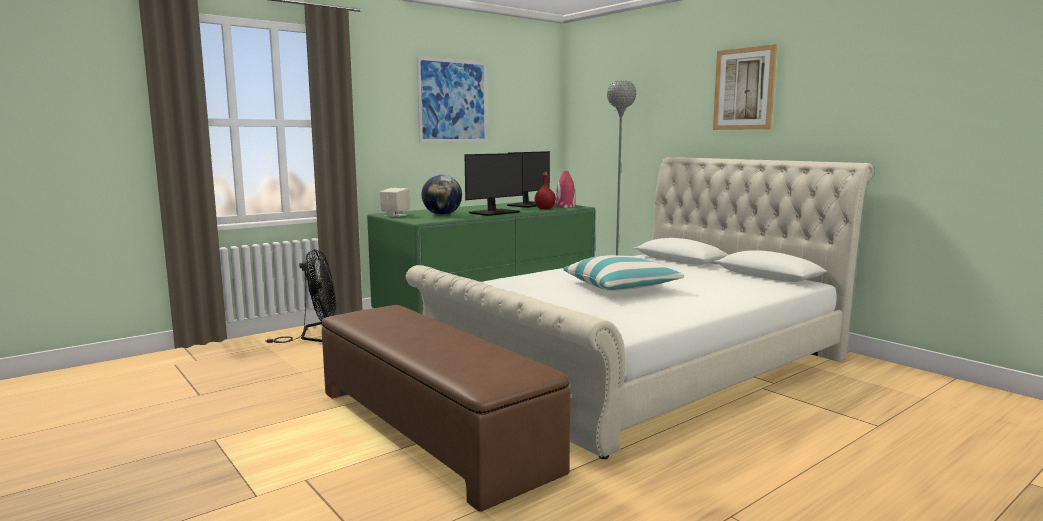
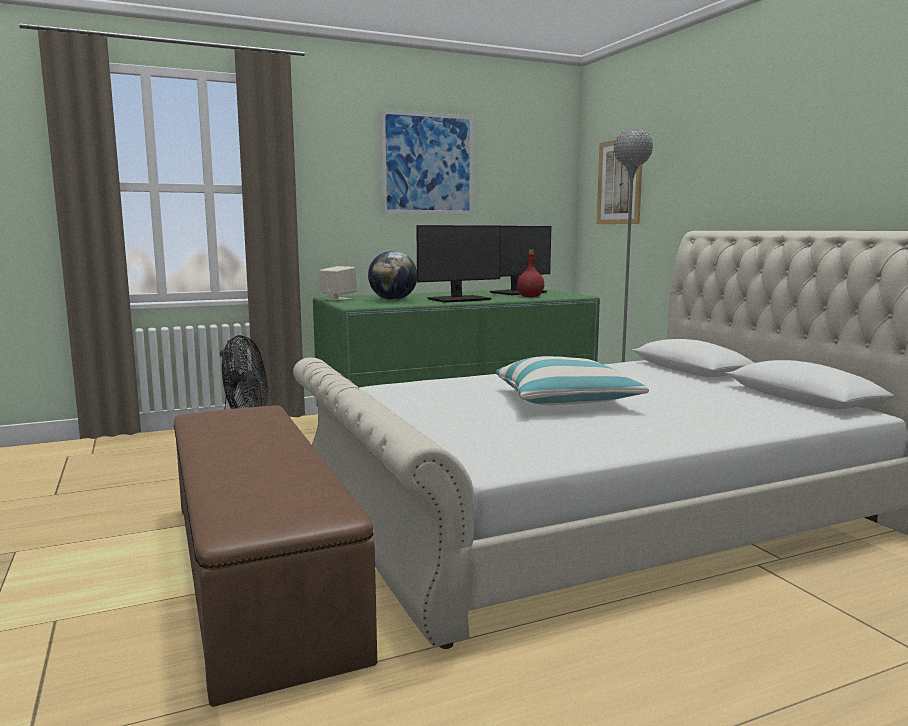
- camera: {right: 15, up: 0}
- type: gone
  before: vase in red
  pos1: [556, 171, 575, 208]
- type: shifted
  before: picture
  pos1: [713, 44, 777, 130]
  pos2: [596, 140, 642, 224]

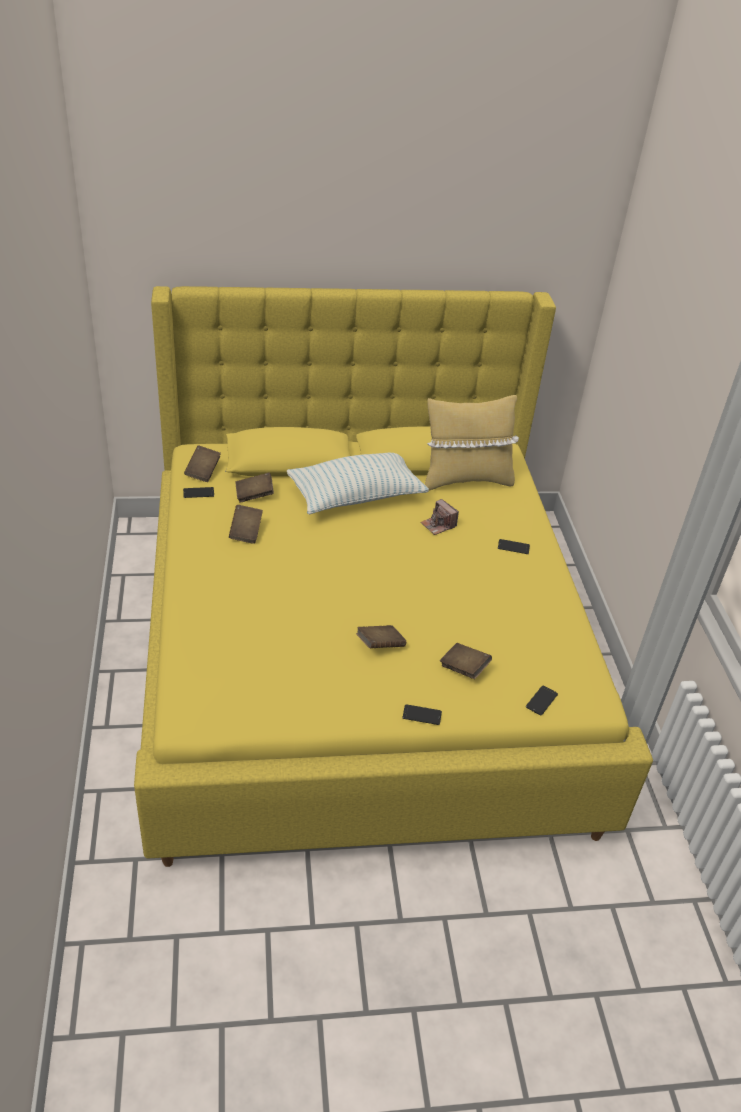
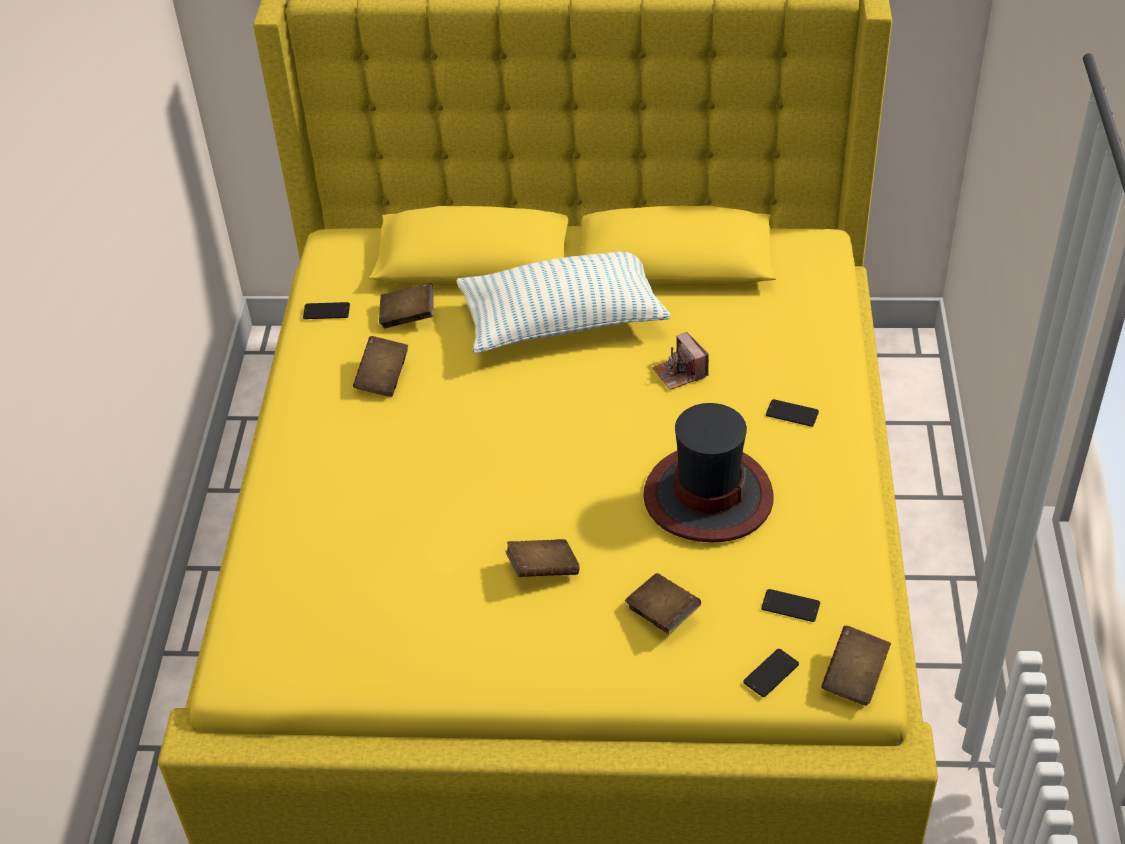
- camera: {right: 15, up: 5}
- type: shifted
  before: book in brown
  pos1: [184, 445, 221, 482]
  pos2: [821, 626, 891, 706]
- type: shifted
  before: phone
  pos1: [403, 704, 442, 725]
  pos2: [761, 589, 820, 622]
- type: gone
  before: pillow in yellow
  pos1: [425, 395, 519, 490]
- type: new
  after: hat
  pos2: [643, 403, 774, 542]

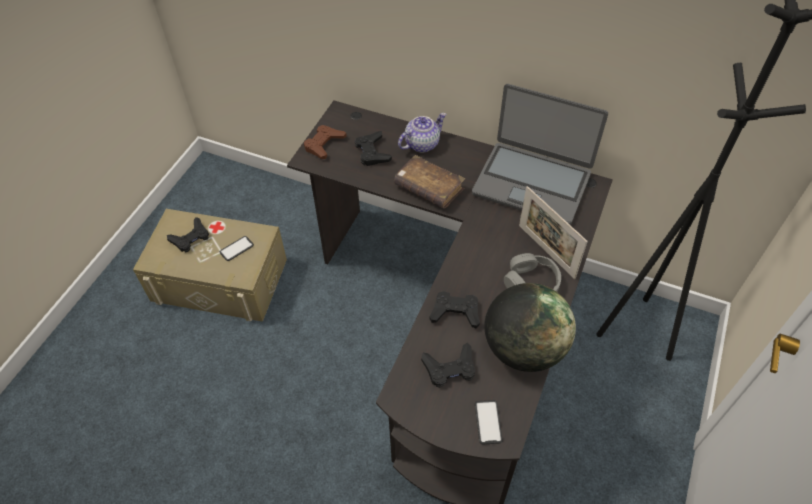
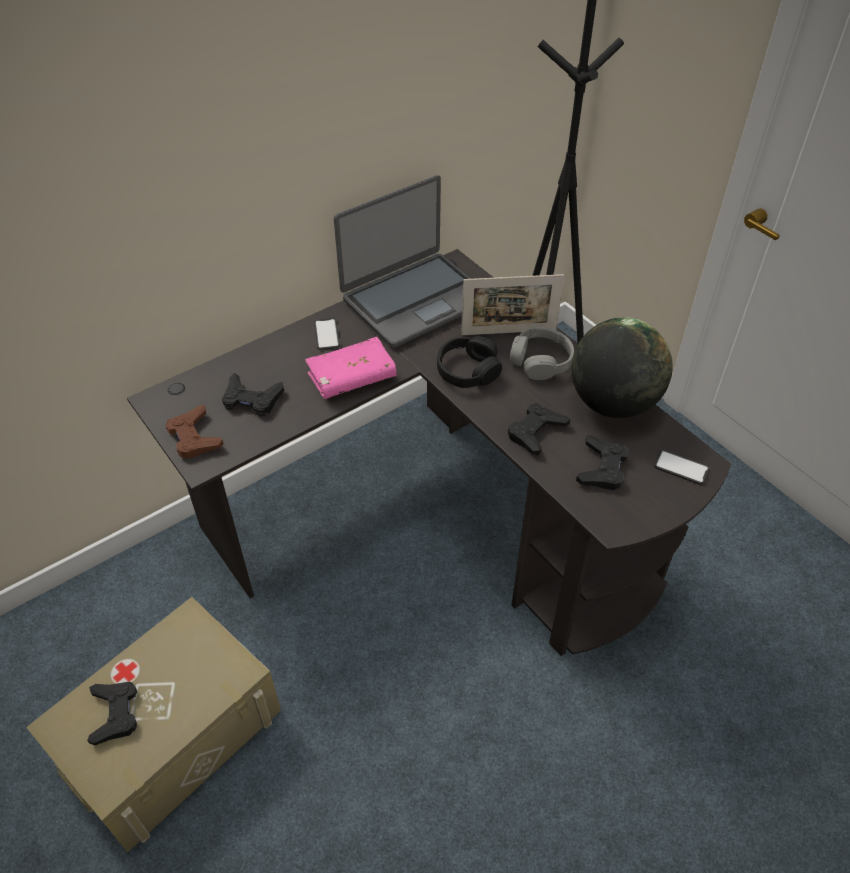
- camera: {right: -60, up: -5}
- type: shifted
  before: phone
  pos1: [220, 236, 254, 261]
  pos2: [314, 318, 340, 350]
- type: repainted
  before: book in brown
  after: book in pink
  pos1: [394, 155, 465, 208]
  pos2: [305, 337, 396, 399]
- type: gone
  before: teapot
  pos1: [398, 113, 446, 153]
- type: new
  after: headphones in black
  pos2: [437, 336, 502, 388]

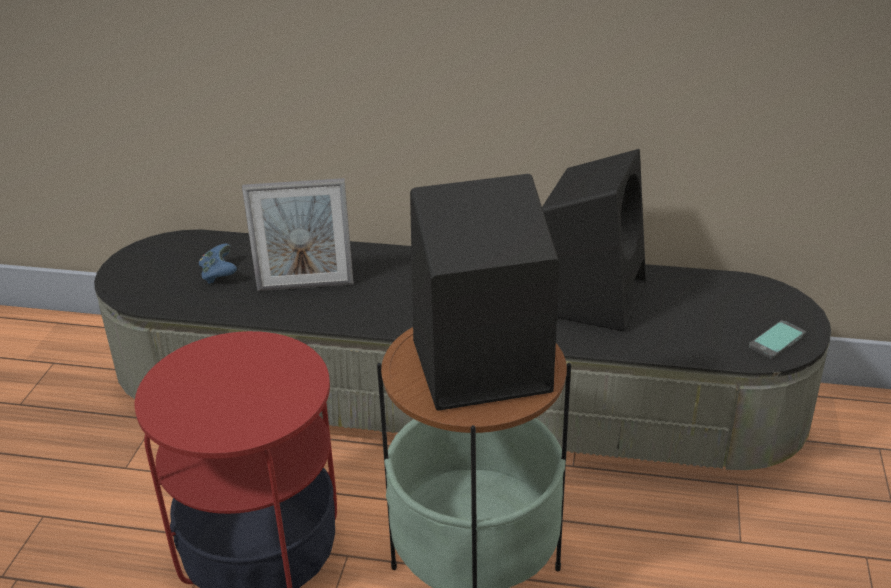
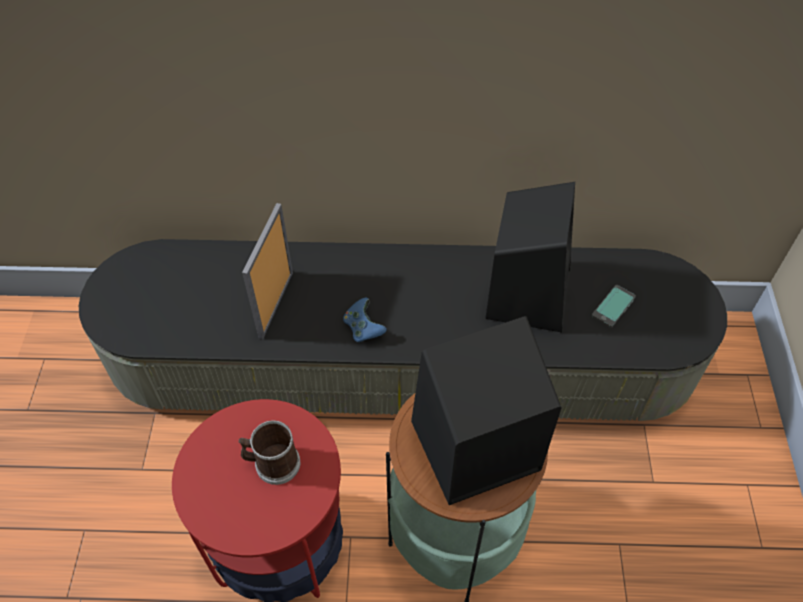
- camera: {right: -10, up: 20}
- type: shifted
  before: game controller in blue
  pos1: [199, 243, 237, 284]
  pos2: [343, 298, 387, 342]
- type: rotated
  before: picture frame
  pos1: [242, 178, 354, 291]
  pos2: [242, 203, 293, 339]
  turn: 120
- type: shifted
  before: phone
  pos1: [749, 320, 806, 359]
  pos2: [592, 285, 636, 328]
- type: new
  after: mug
  pos2: [239, 420, 300, 485]

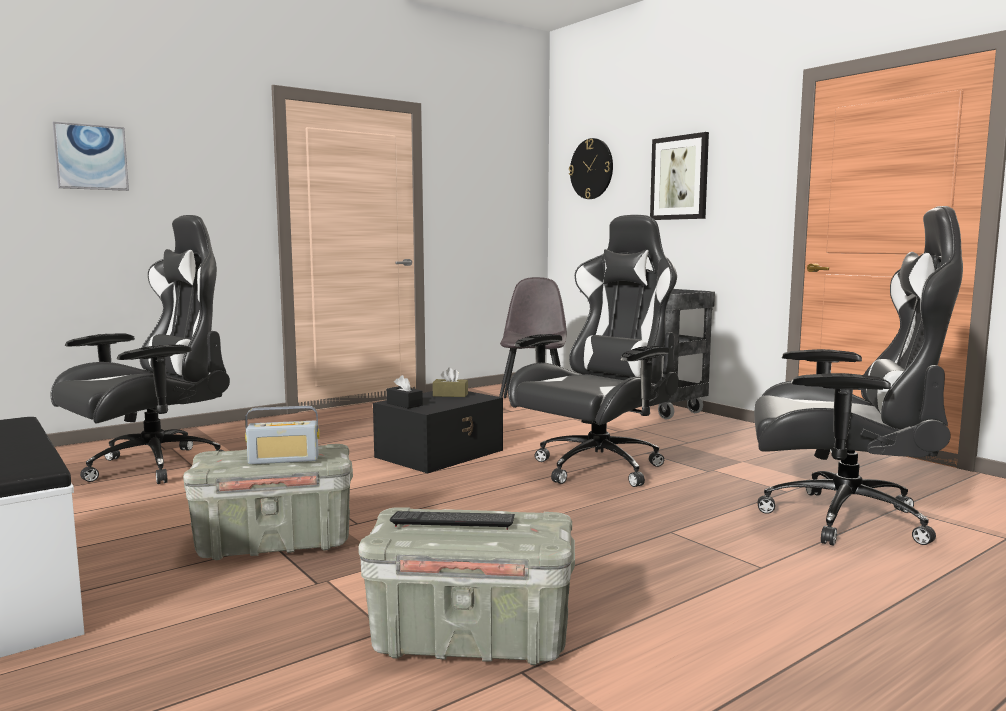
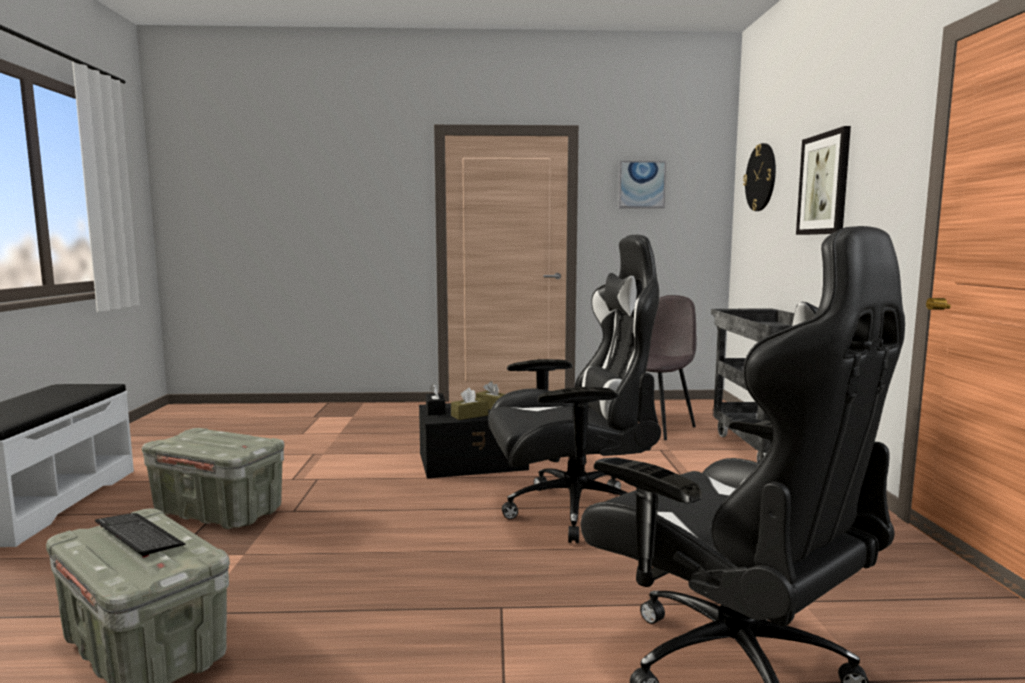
- camera: {right: 35, up: 0}
- type: gone
  before: office chair in black
  pos1: [50, 215, 230, 484]
- type: shifted
  before: picture
  pos1: [52, 122, 129, 191]
  pos2: [619, 161, 666, 208]
- type: gone
  before: radio
  pos1: [245, 406, 320, 464]
- type: new
  after: tissue box in brown
  pos2: [451, 388, 488, 420]

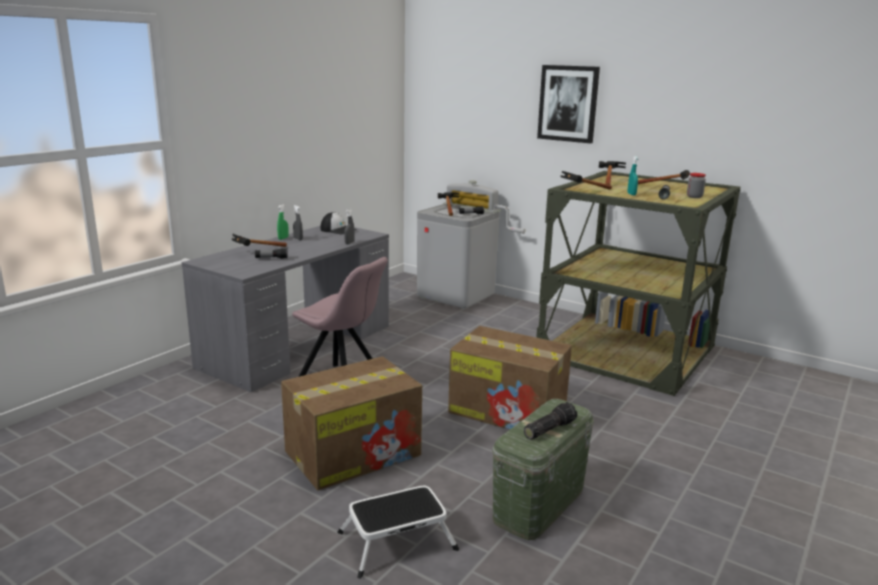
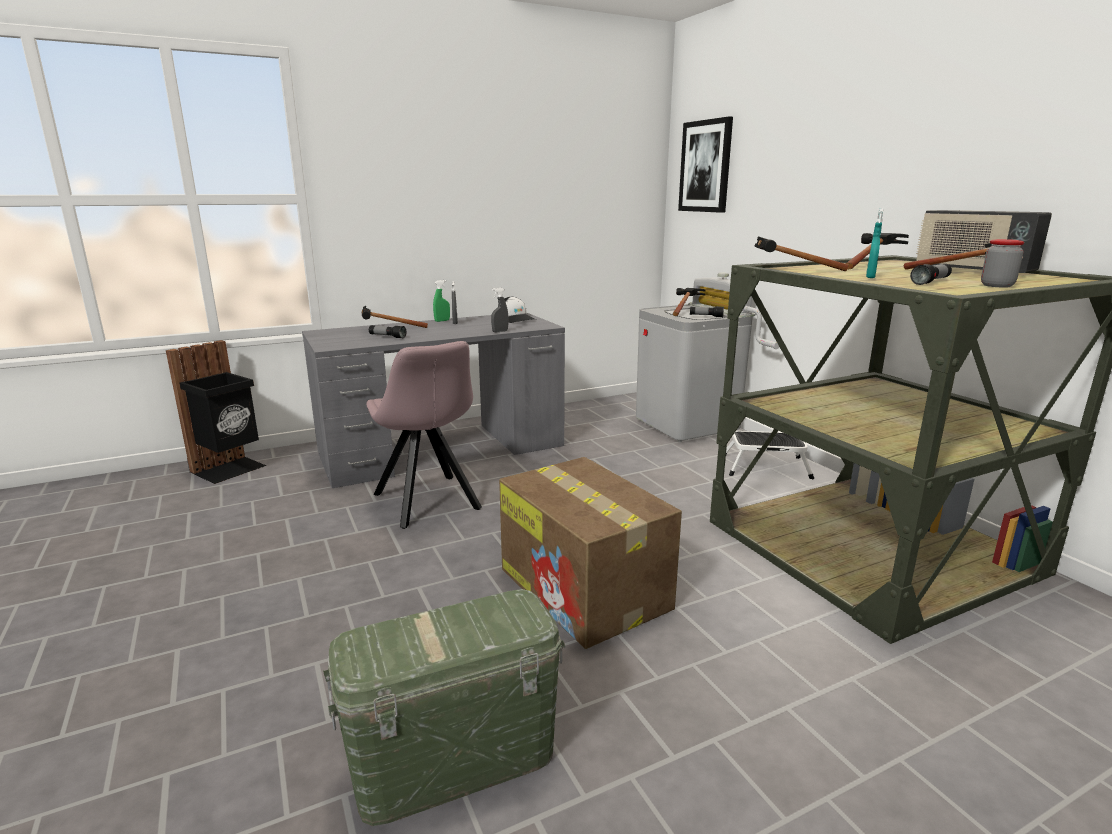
- camera: {right: 30, up: 0}
- type: gone
  before: cardboard box
  pos1: [281, 356, 422, 490]
- type: shifted
  before: step ladder in black
  pos1: [337, 486, 459, 579]
  pos2: [726, 431, 814, 479]
- type: gone
  before: flashlight
  pos1: [524, 402, 577, 440]
- type: shifted
  before: picture
  pos1: [537, 65, 600, 144]
  pos2: [678, 116, 733, 213]
- type: new
  after: trash can in black
  pos2: [166, 340, 266, 484]
- type: new
  after: radio
  pos2: [916, 210, 1052, 273]

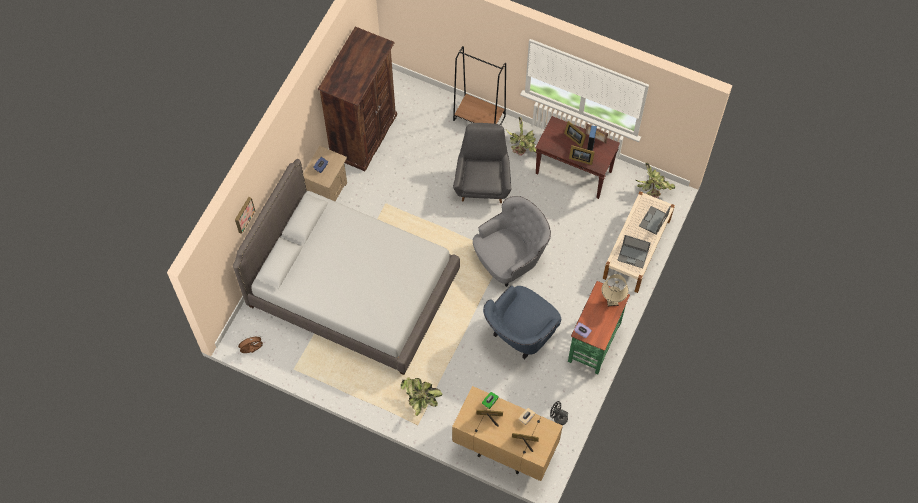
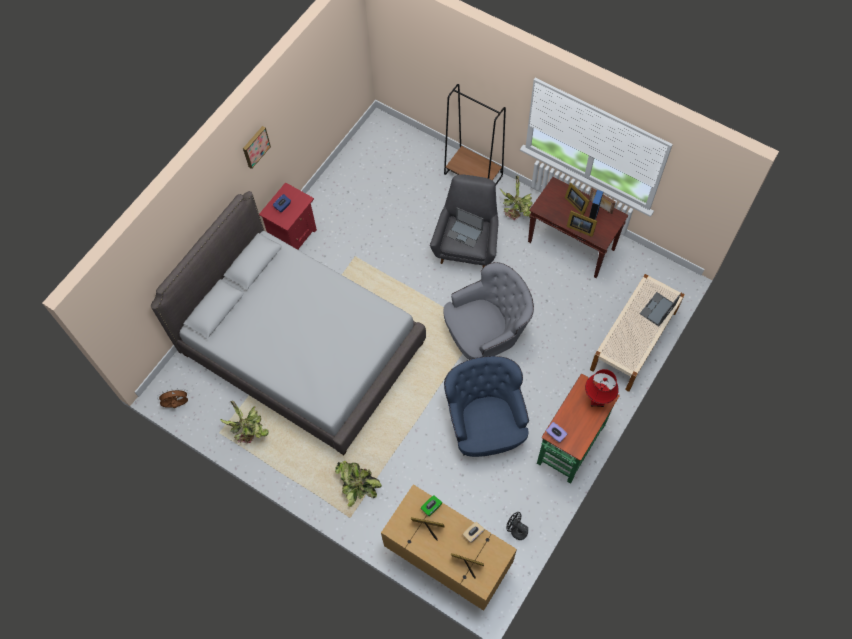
- camera: {right: 10, up: 0}
- type: shifted
  before: picture
  pos1: [235, 197, 255, 234]
  pos2: [243, 126, 271, 169]
- type: repainted
  before: nightstand in beige
  after: nightstand in red
  pos1: [303, 146, 347, 201]
  pos2: [259, 182, 317, 250]
- type: gone
  before: wardrobe in brown
  pos1: [317, 27, 397, 171]
- type: rotated
  before: armchair in blue
  pos1: [483, 286, 561, 359]
  pos2: [444, 356, 529, 457]
  turn: 120
- type: repainted
  before: table lamp in beige
  after: table lamp in red
  pos1: [602, 274, 629, 306]
  pos2: [585, 369, 619, 407]
- type: shifted
  before: laptop
  pos1: [617, 235, 651, 268]
  pos2: [447, 207, 484, 247]
- type: shifted
  before: potted plant
  pos1: [636, 163, 676, 198]
  pos2: [220, 401, 269, 443]

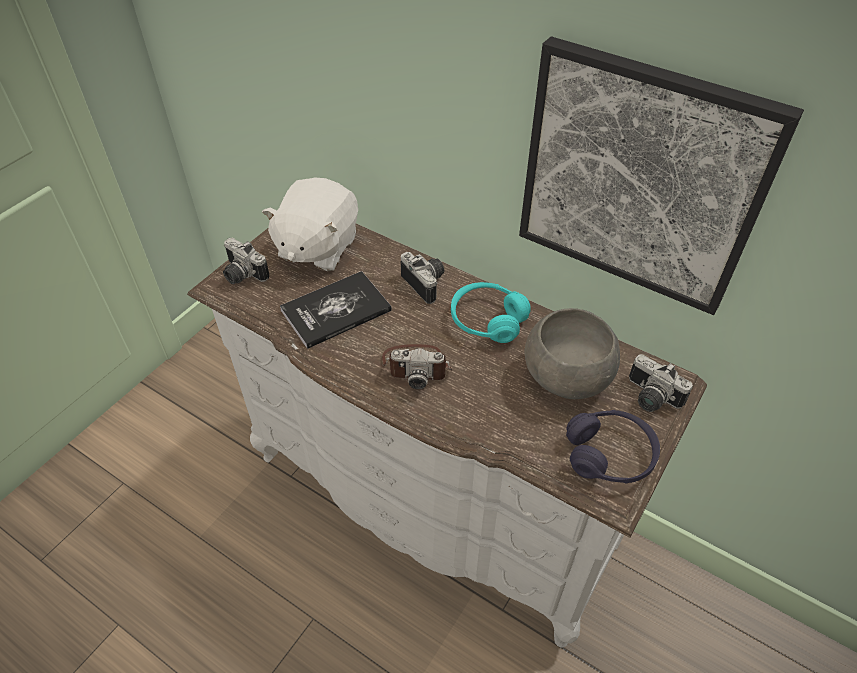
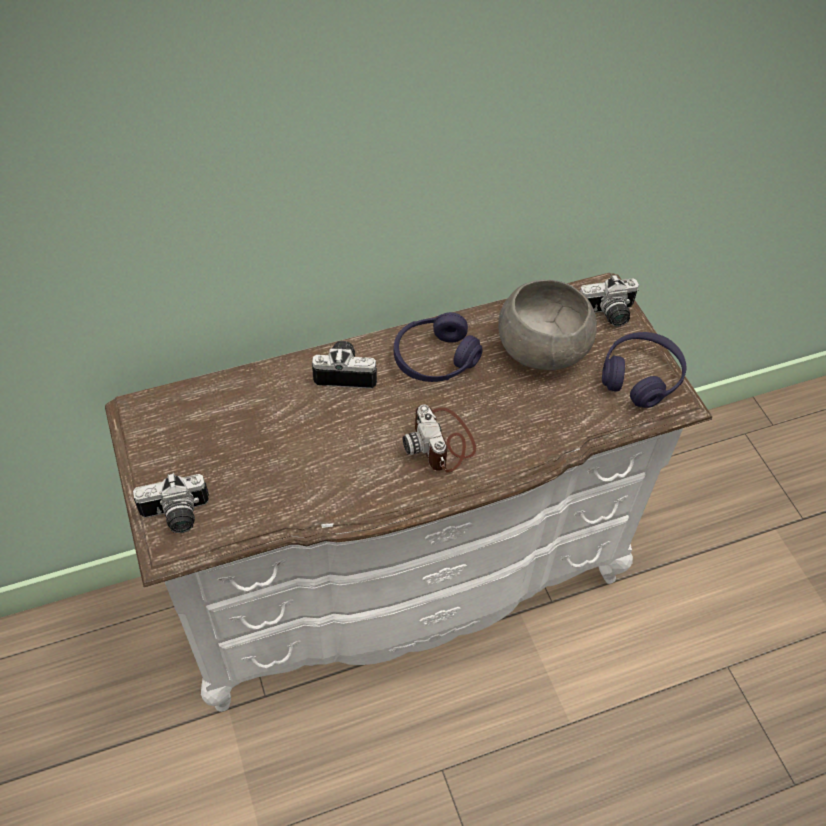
- camera: {right: -55, up: 5}
- type: gone
  before: plush toy in white
  pos1: [262, 177, 358, 271]
- type: gone
  before: book
  pos1: [280, 271, 392, 349]
- type: rotated
  before: photo camera
  pos1: [382, 344, 452, 389]
  pos2: [403, 404, 476, 473]
  turn: 120
- type: repainted
  before: headphones in turquoise
  after: headphones in purple
  pos1: [451, 282, 531, 343]
  pos2: [394, 312, 482, 382]
- type: gone
  before: picture
  pos1: [519, 36, 804, 315]

